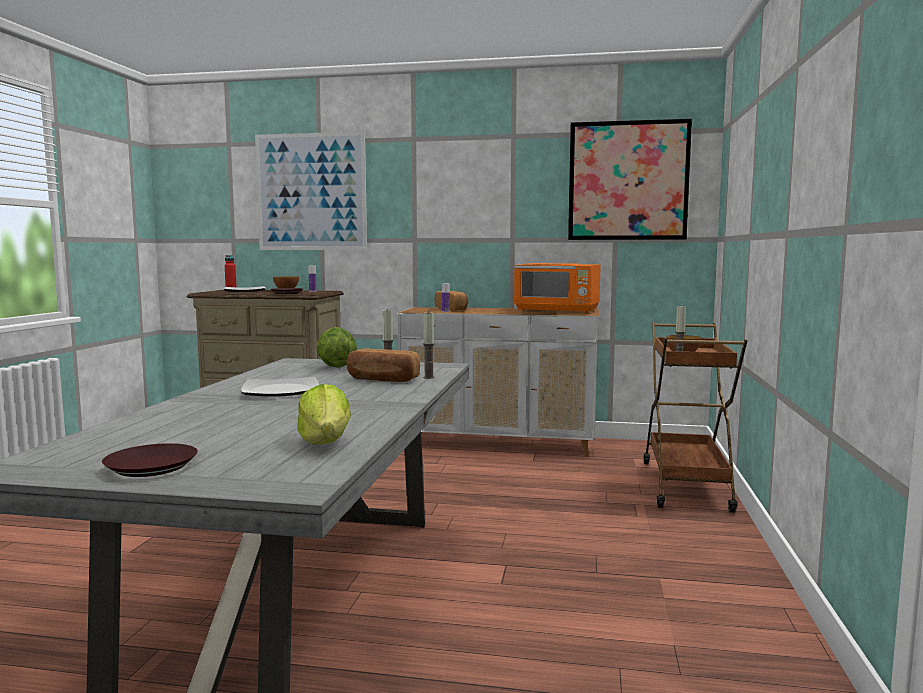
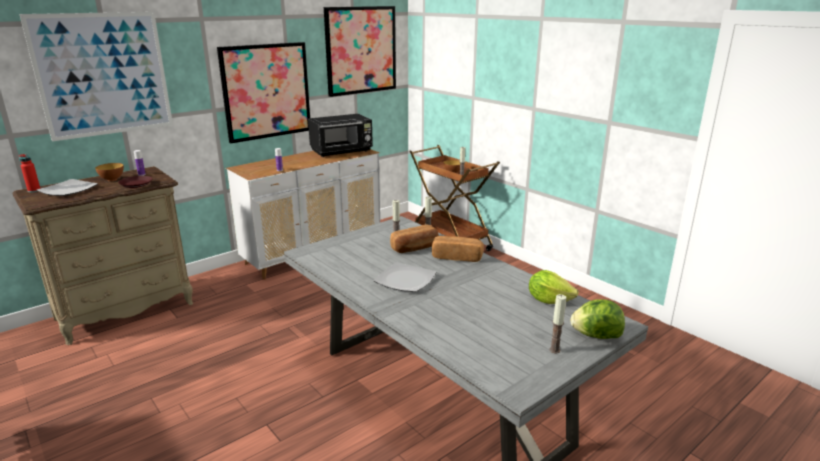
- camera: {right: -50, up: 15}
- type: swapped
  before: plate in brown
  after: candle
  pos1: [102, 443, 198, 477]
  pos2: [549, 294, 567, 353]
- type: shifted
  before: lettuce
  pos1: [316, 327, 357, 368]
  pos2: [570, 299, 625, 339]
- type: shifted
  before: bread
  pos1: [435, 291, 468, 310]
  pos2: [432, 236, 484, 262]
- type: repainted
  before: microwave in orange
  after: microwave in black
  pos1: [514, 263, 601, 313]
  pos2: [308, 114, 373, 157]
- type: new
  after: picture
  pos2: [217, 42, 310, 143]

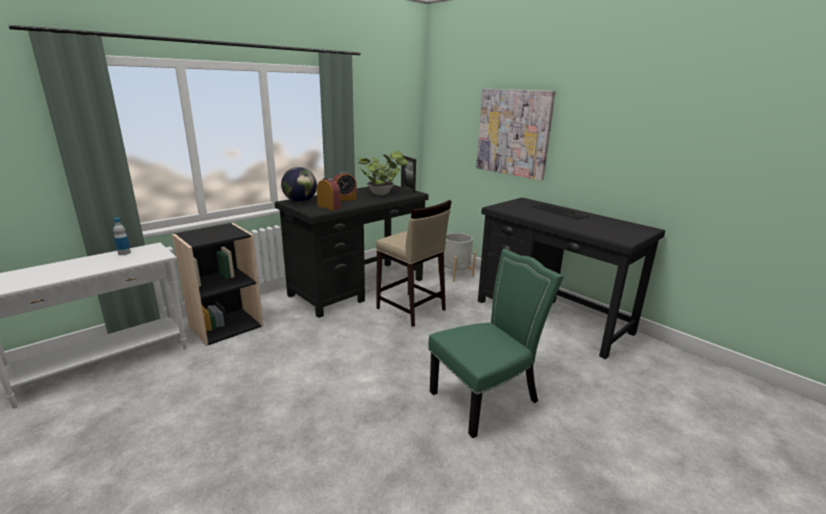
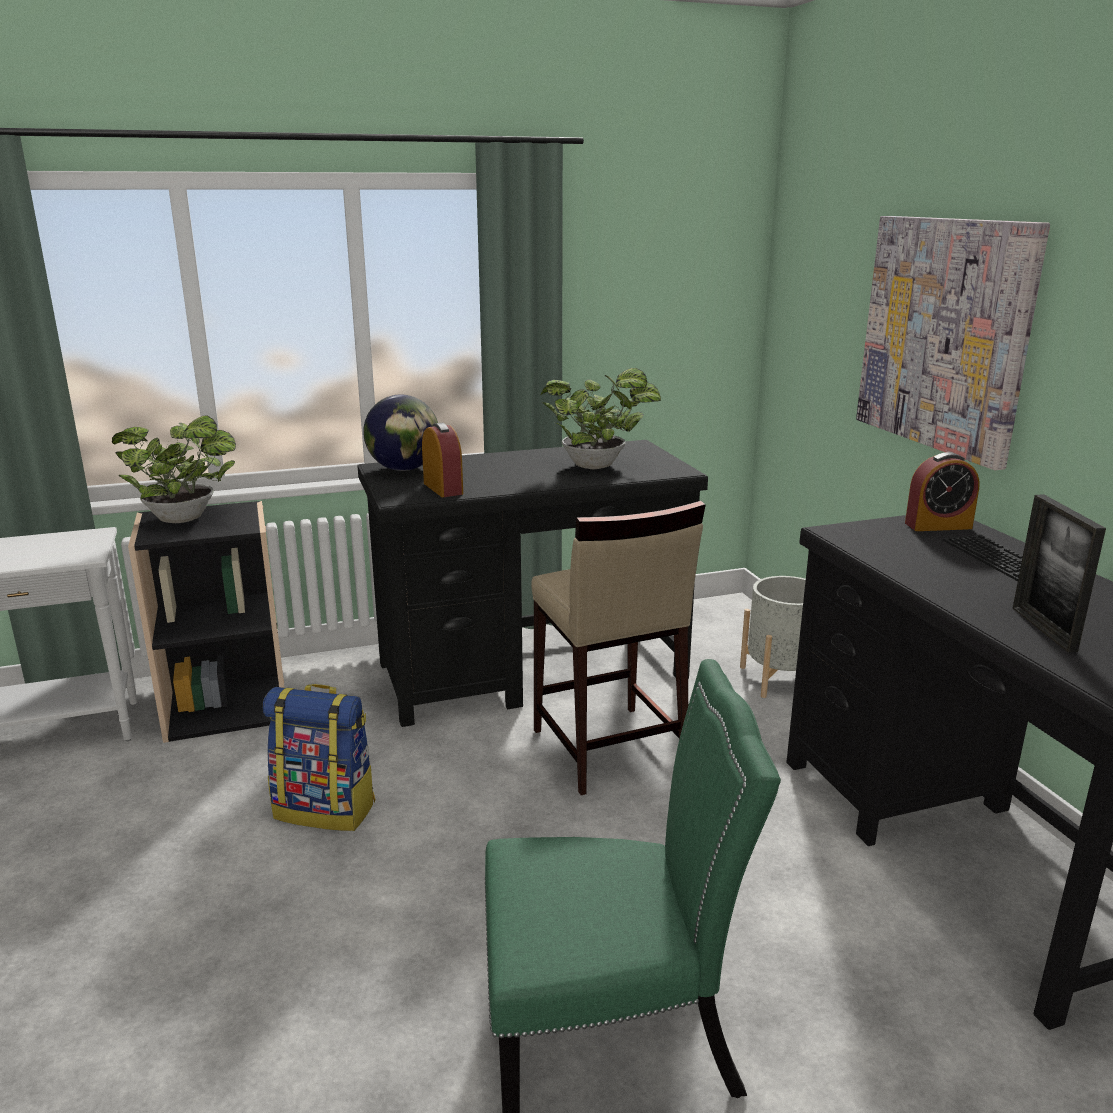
- camera: {right: 25, up: 0}
- type: gone
  before: bottle
  pos1: [113, 218, 131, 255]
- type: shifted
  before: alarm clock
  pos1: [333, 171, 357, 201]
  pos2: [905, 452, 980, 531]
- type: shifted
  before: picture frame
  pos1: [401, 155, 416, 193]
  pos2: [1013, 495, 1106, 652]
- type: new
  after: potted plant
  pos2: [112, 415, 236, 523]
- type: new
  after: backpack
  pos2: [263, 684, 375, 831]

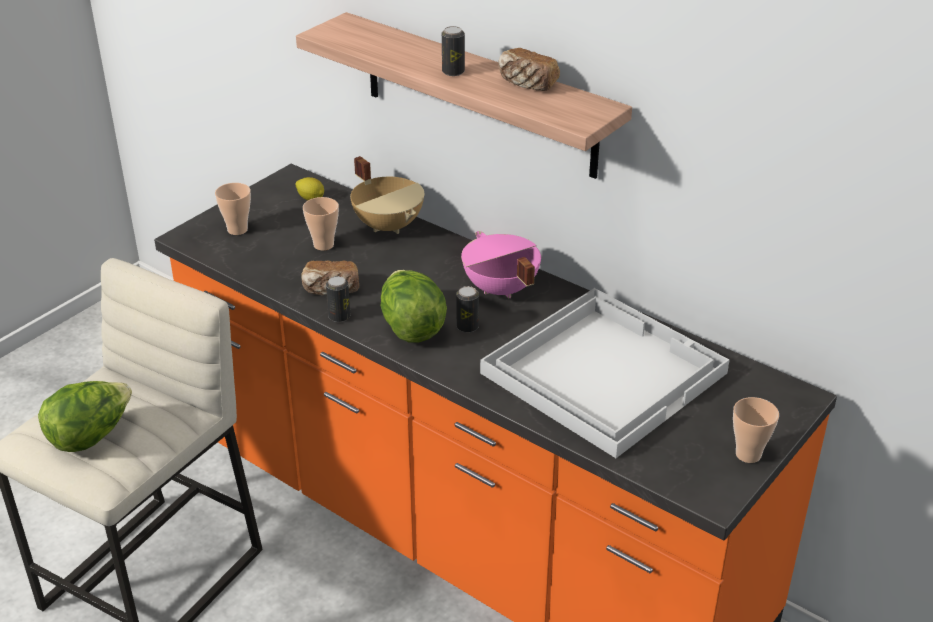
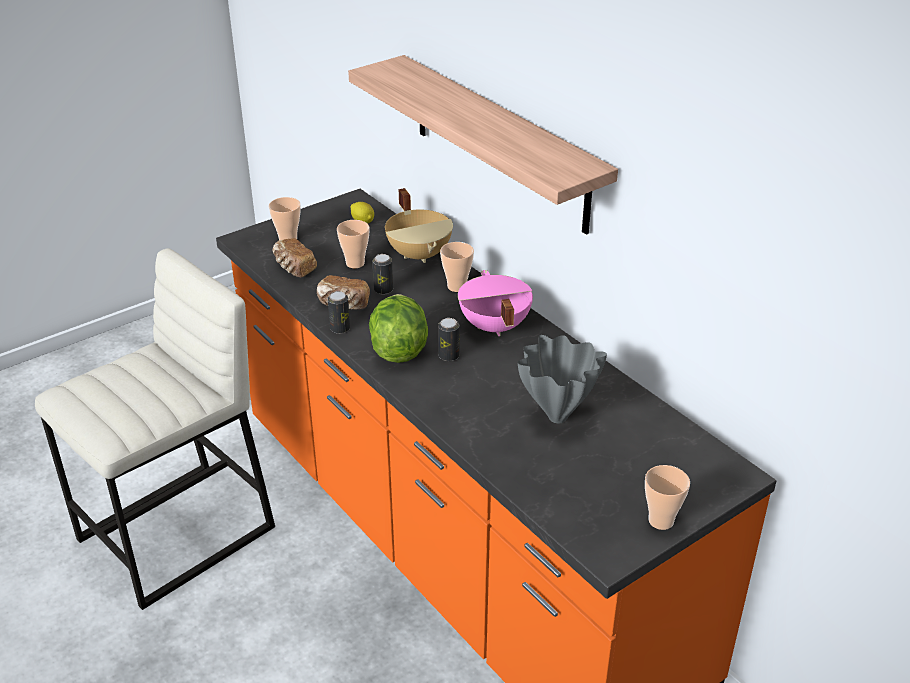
- camera: {right: 15, up: 0}
- type: gone
  before: lettuce
  pos1: [38, 381, 132, 452]
- type: shifted
  before: can
  pos1: [442, 26, 465, 76]
  pos2: [373, 254, 393, 295]
- type: swapped
  before: tray in white
  after: vase in grey
  pos1: [480, 288, 729, 458]
  pos2: [517, 335, 607, 423]
- type: shifted
  before: bread
  pos1: [498, 48, 560, 91]
  pos2: [273, 238, 317, 277]
- type: new
  after: cup
  pos2: [440, 242, 474, 292]

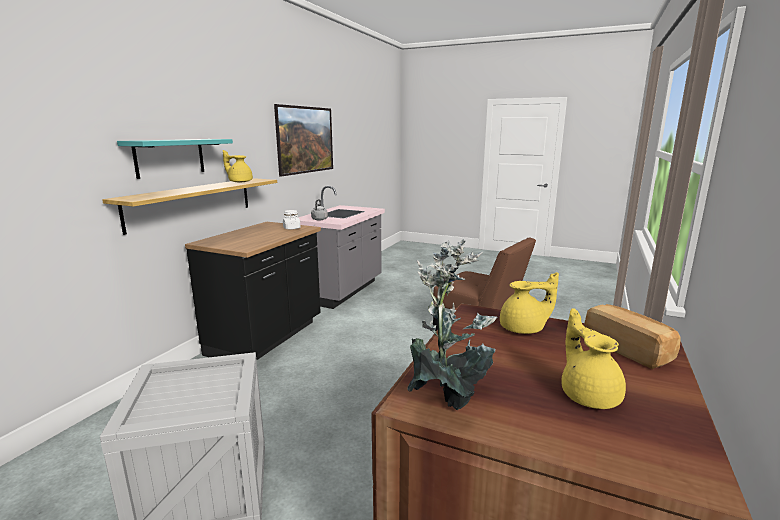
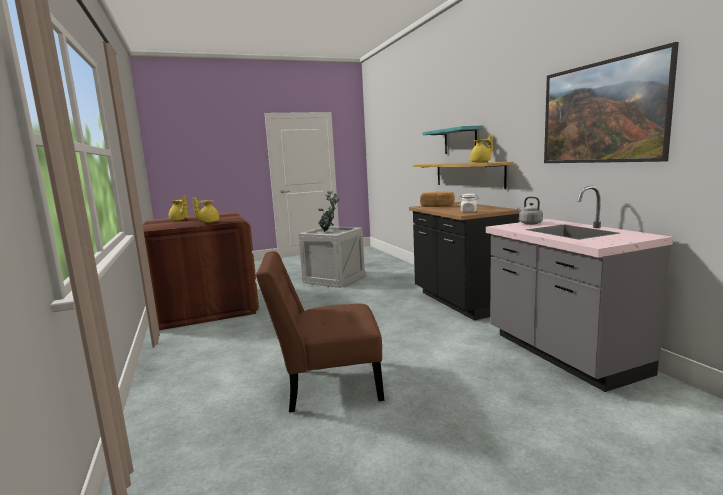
- camera: {right: 135, up: -5}
- type: shifted
  before: potted plant
  pos1: [407, 239, 497, 410]
  pos2: [318, 190, 340, 232]
- type: shifted
  before: bread
  pos1: [585, 304, 681, 369]
  pos2: [420, 192, 455, 207]

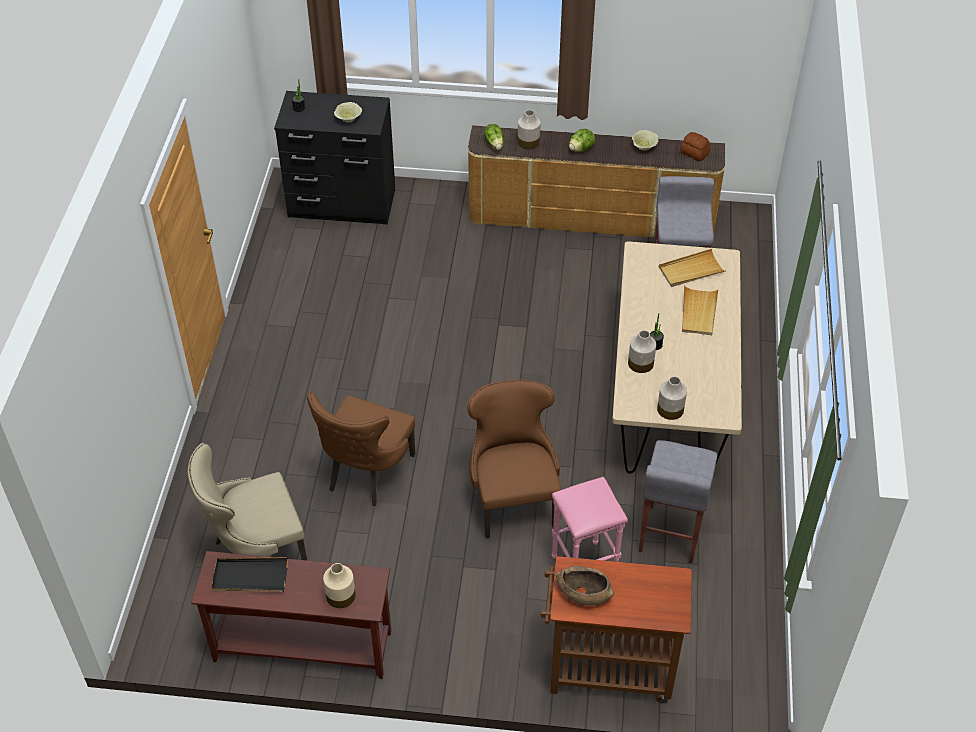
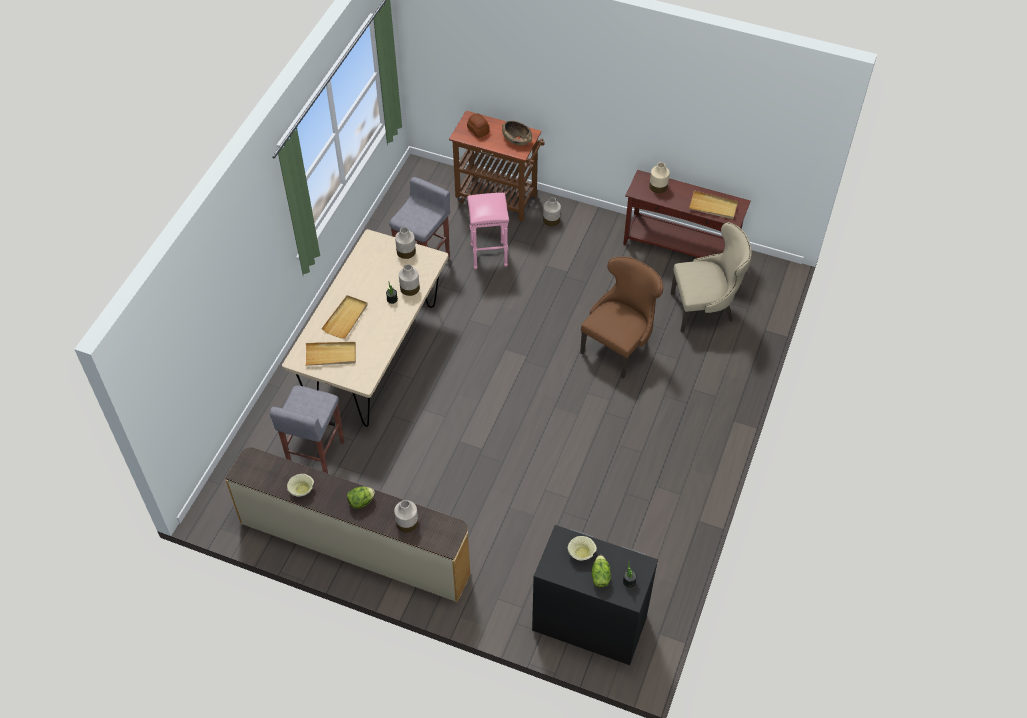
- camera: {right: -165, up: 5}
- type: repainted
  before: tray in black
  after: tray in beige
  pos1: [211, 557, 288, 592]
  pos2: [689, 191, 738, 219]
- type: gone
  before: chair in brown
  pos1: [467, 380, 561, 539]
- type: shifted
  before: lettuce
  pos1: [484, 124, 504, 150]
  pos2: [592, 555, 611, 587]
- type: shifted
  before: bread
  pos1: [680, 132, 710, 161]
  pos2: [467, 113, 490, 138]
- type: new
  after: vase in beige
  pos2: [543, 197, 561, 226]

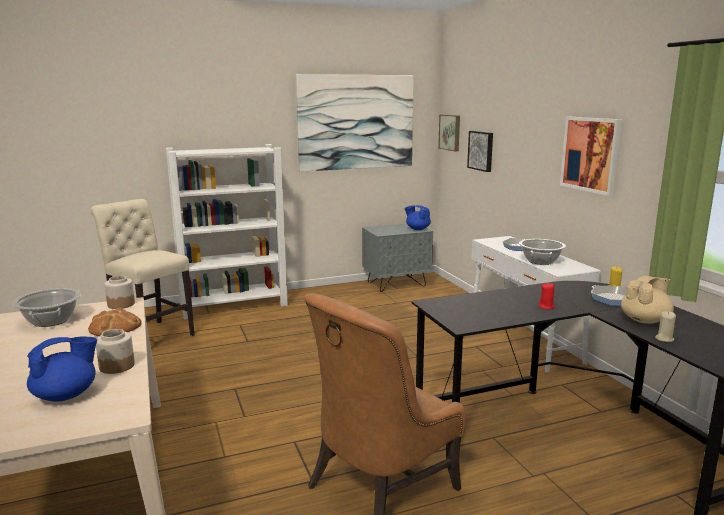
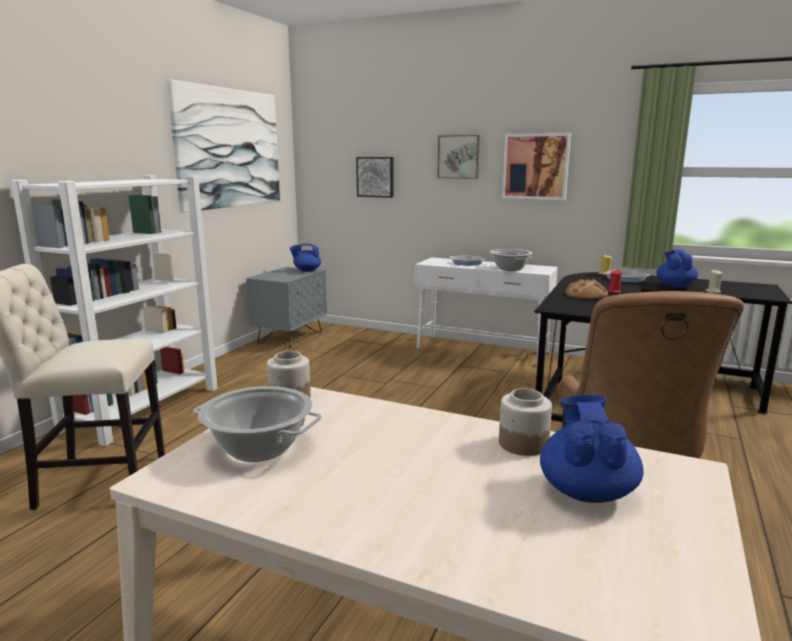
- camera: {right: -45, up: 0}
- type: shifted
  before: bread
  pos1: [88, 308, 142, 336]
  pos2: [565, 279, 608, 299]
- type: shifted
  before: picture
  pos1: [438, 114, 460, 151]
  pos2: [437, 135, 480, 179]
- type: repainted
  before: teapot in beige
  after: teapot in blue
  pos1: [621, 276, 674, 324]
  pos2: [657, 250, 698, 287]

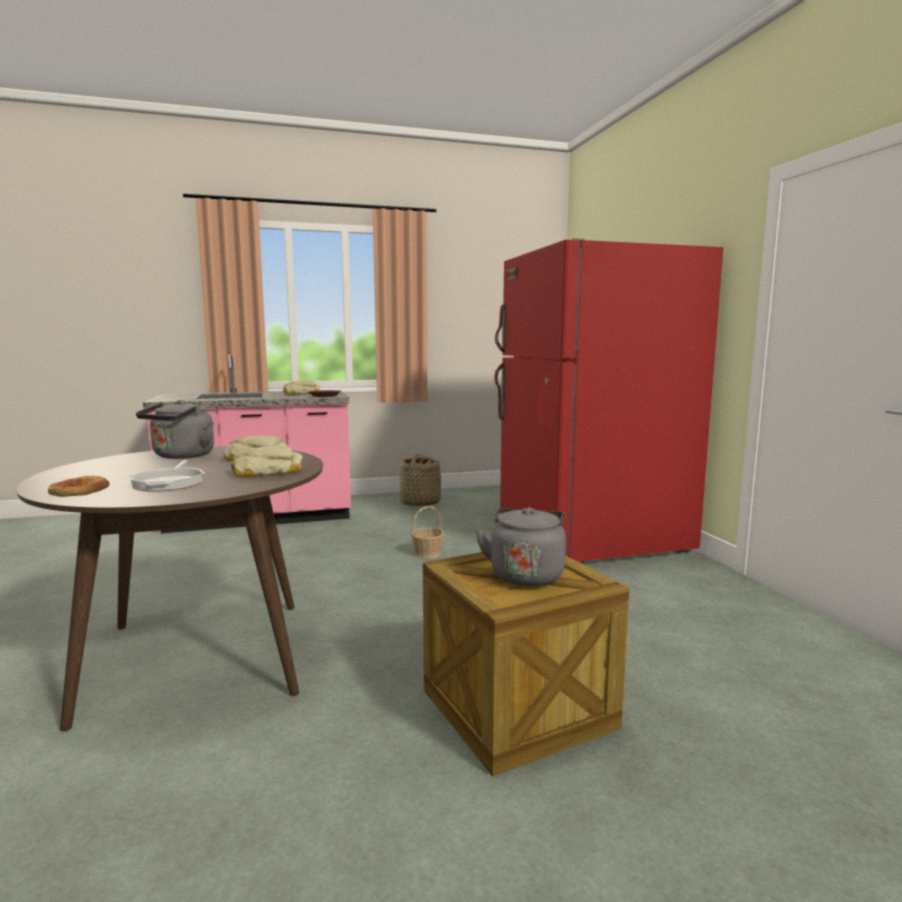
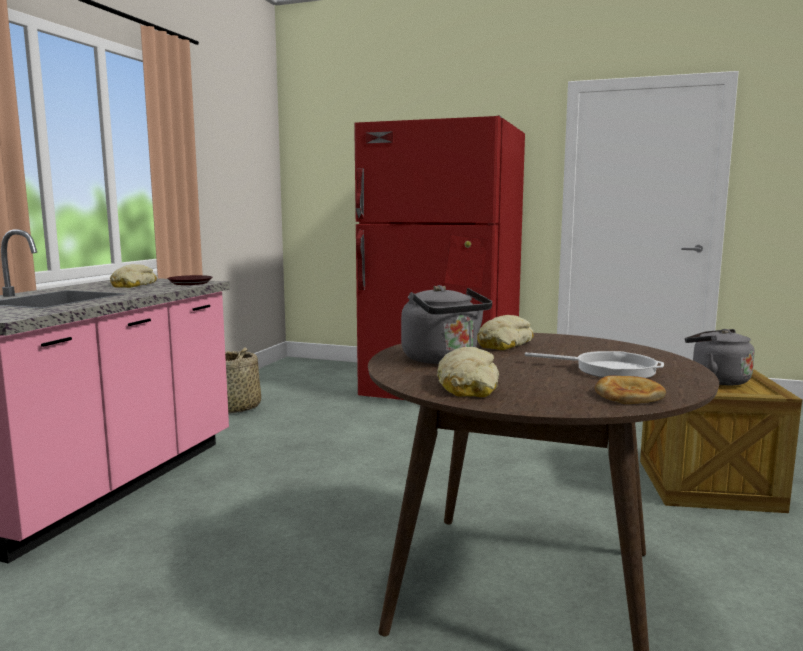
- camera: {right: -55, up: 0}
- type: shifted
  before: bread
  pos1: [231, 445, 302, 477]
  pos2: [437, 347, 499, 397]
- type: gone
  before: basket
  pos1: [411, 506, 444, 559]

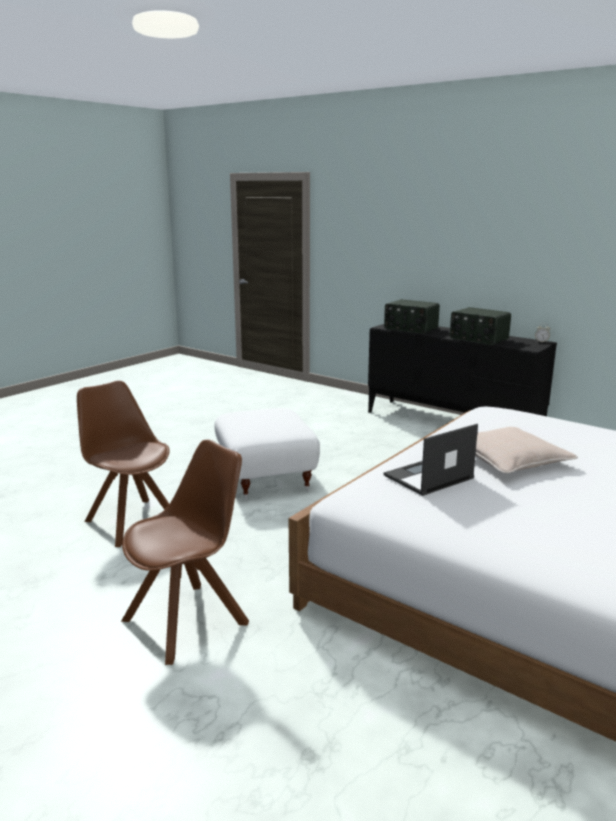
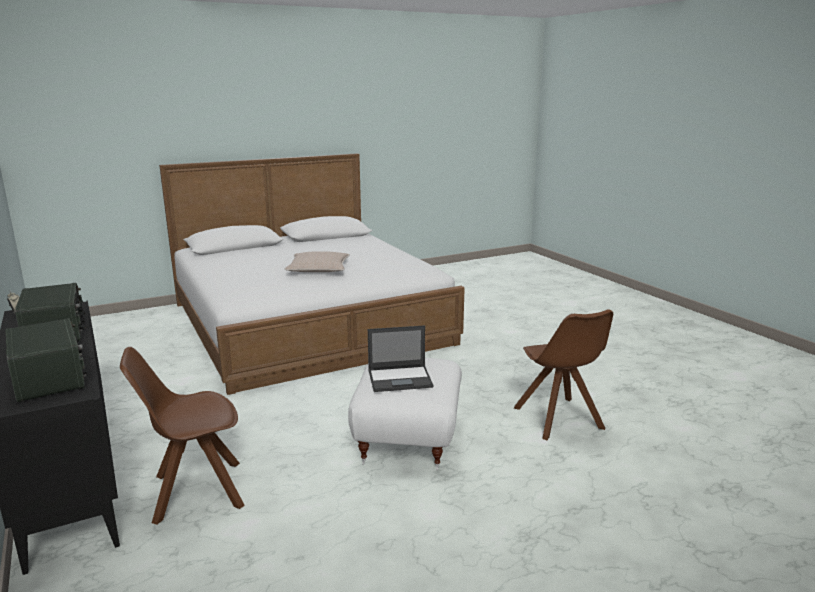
- camera: {right: -155, up: 0}
- type: shifted
  before: chair in brown
  pos1: [121, 439, 249, 665]
  pos2: [120, 347, 245, 525]
- type: shifted
  before: laptop
  pos1: [384, 424, 478, 496]
  pos2: [368, 325, 433, 392]

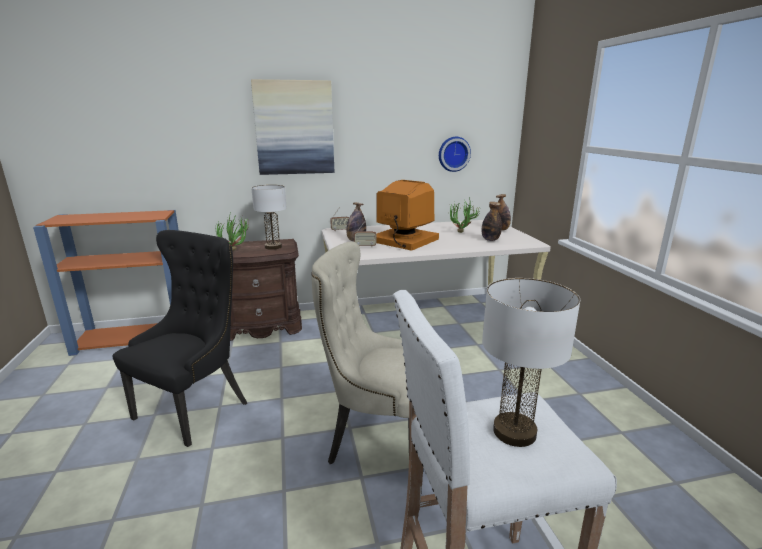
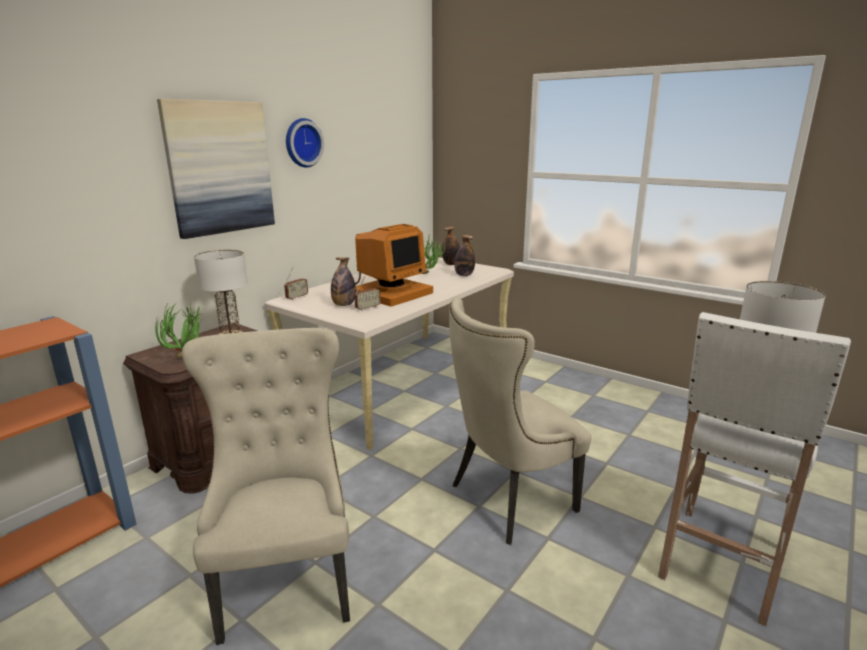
- camera: {right: -40, up: 0}
- type: repainted
  before: chair in black
  after: chair in beige
  pos1: [112, 230, 247, 447]
  pos2: [182, 328, 350, 645]
- type: rotated
  before: monitor
  pos1: [376, 180, 439, 250]
  pos2: [355, 224, 433, 307]
  turn: 135
- type: shifted
  before: wall clock
  pos1: [439, 137, 471, 172]
  pos2: [286, 118, 324, 168]

